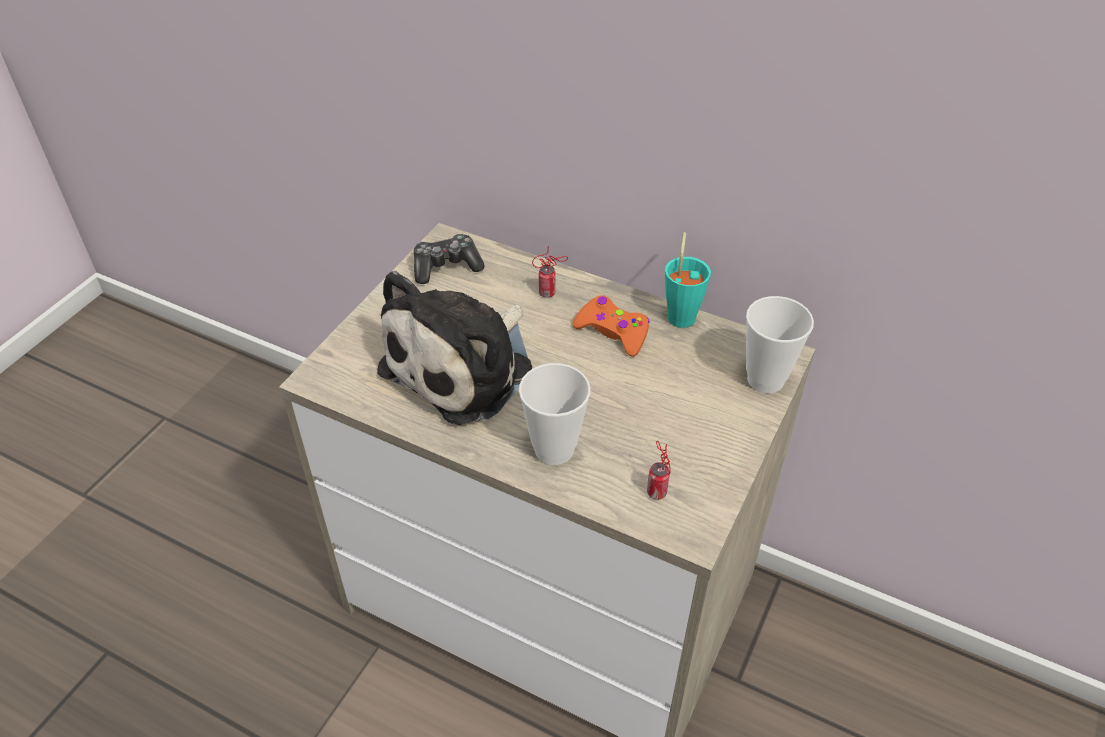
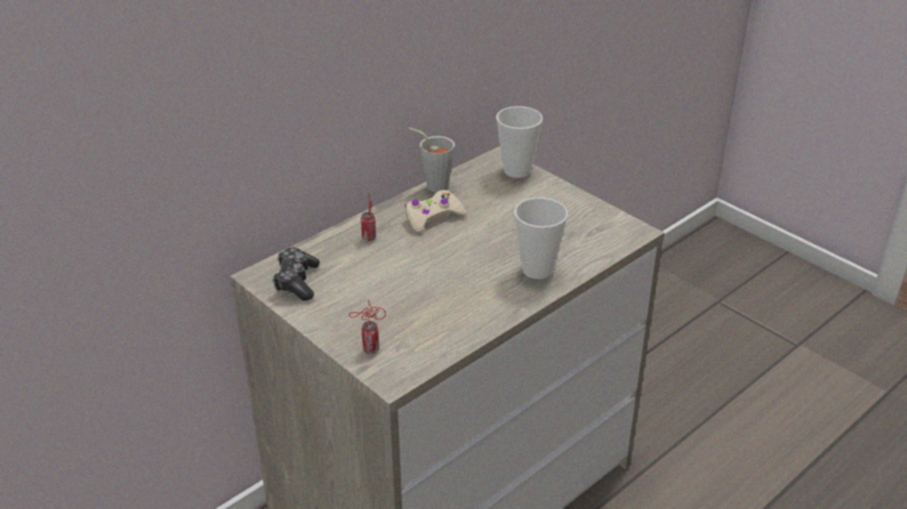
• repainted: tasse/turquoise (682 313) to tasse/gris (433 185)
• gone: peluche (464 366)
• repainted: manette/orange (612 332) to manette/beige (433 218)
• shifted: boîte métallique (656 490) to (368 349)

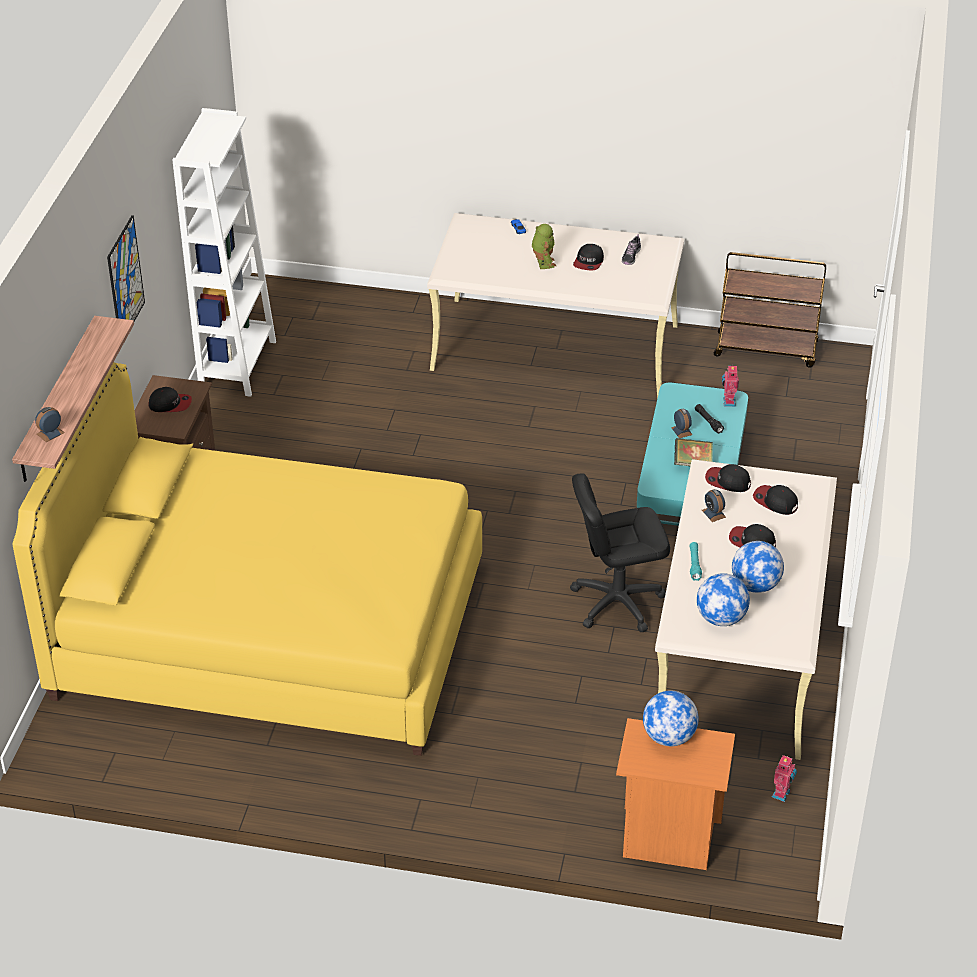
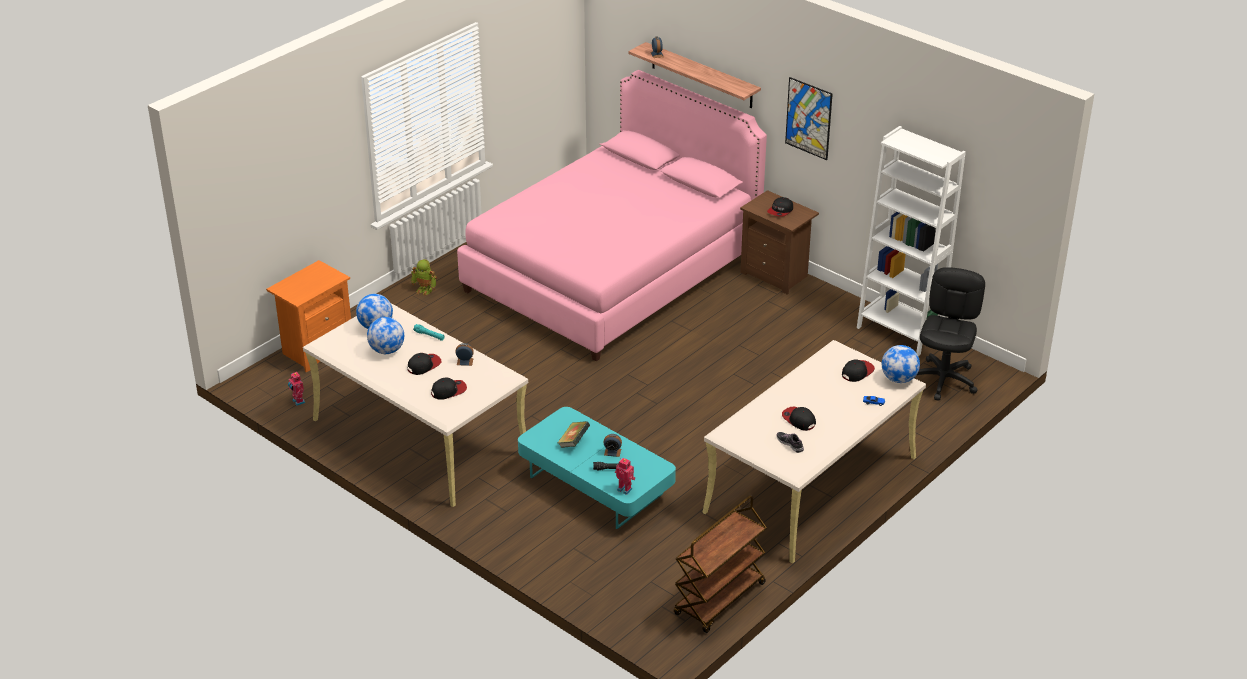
• shifted: robot jouet (543 263) to (425 289)
• repainted: lit/jaune (270 632) to lit/rose (612 272)
• shifted: casquette (727 481) to (857 372)
• shifted: chaise de bureau/noir (617 602) to (943 380)
• shifted: globe (669 737) to (898 379)

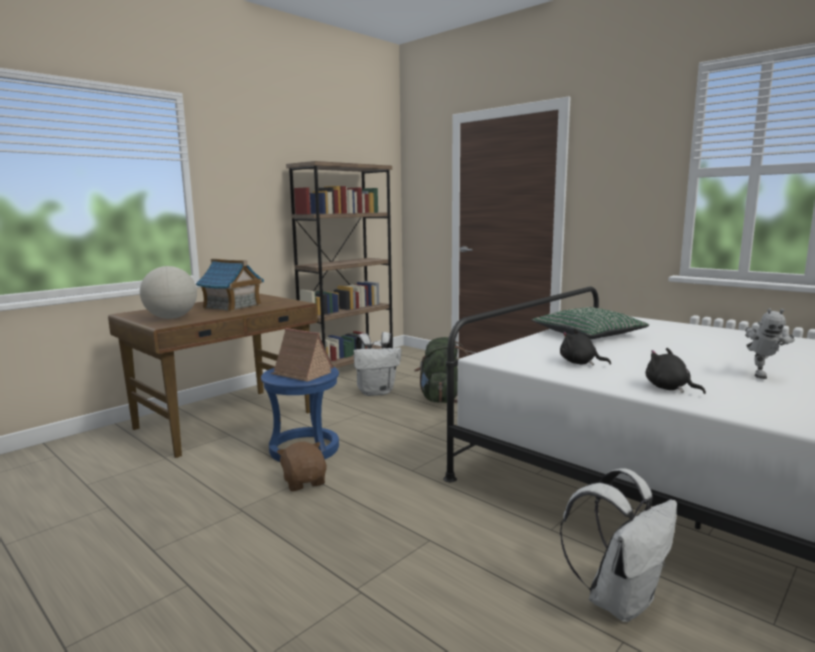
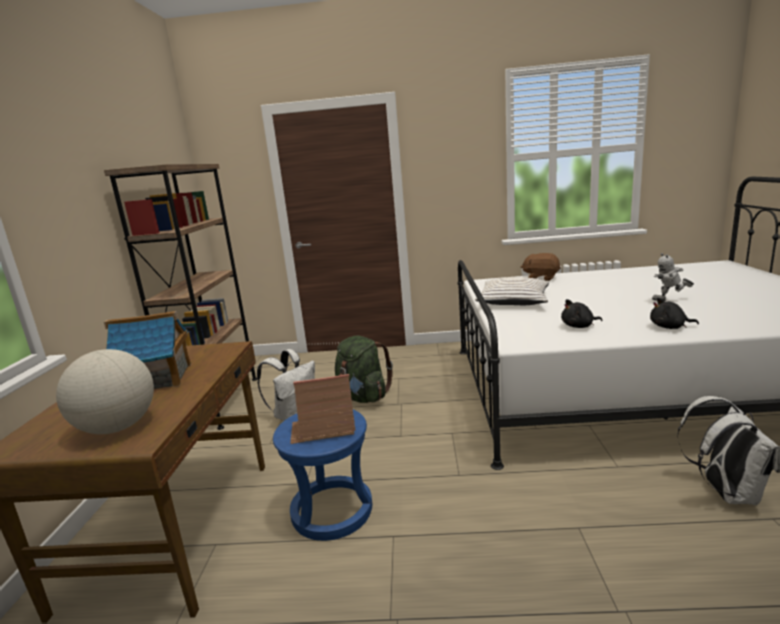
• repainted: coussin/vert (588 334) to coussin/blanc (513 300)
• rotated: robot jouet (760 375) = (670 301) 120 degrees clockwise
• shifted: peluche/marron (304 482) to (541 278)

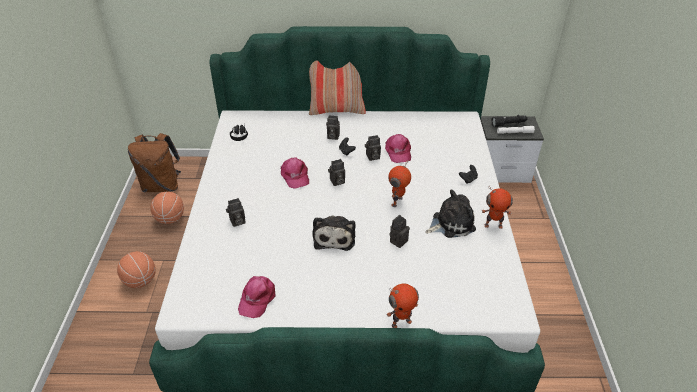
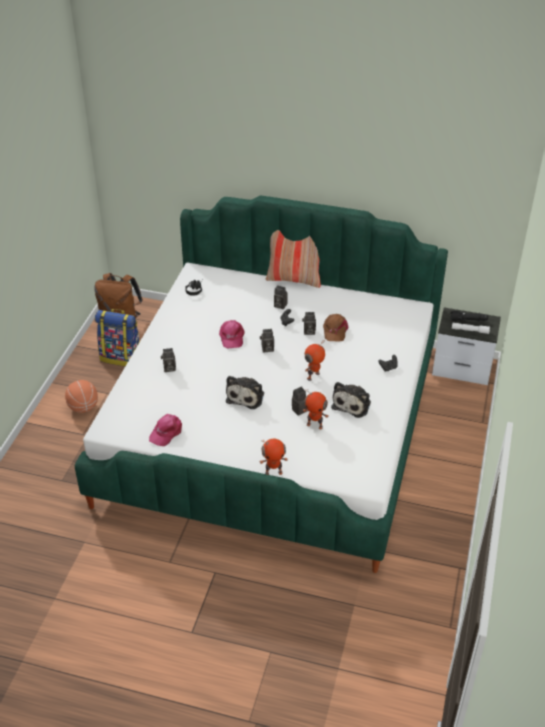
• repainted: casquette/rose (398 152) to casquette/marron (335 330)
• shifted: robot jouet (493 225) to (315 425)
• rotated: peluche (451 223) = (352 403) 120 degrees clockwise
• swapped: ballon de basket (170 218) to sac à dos (121 357)

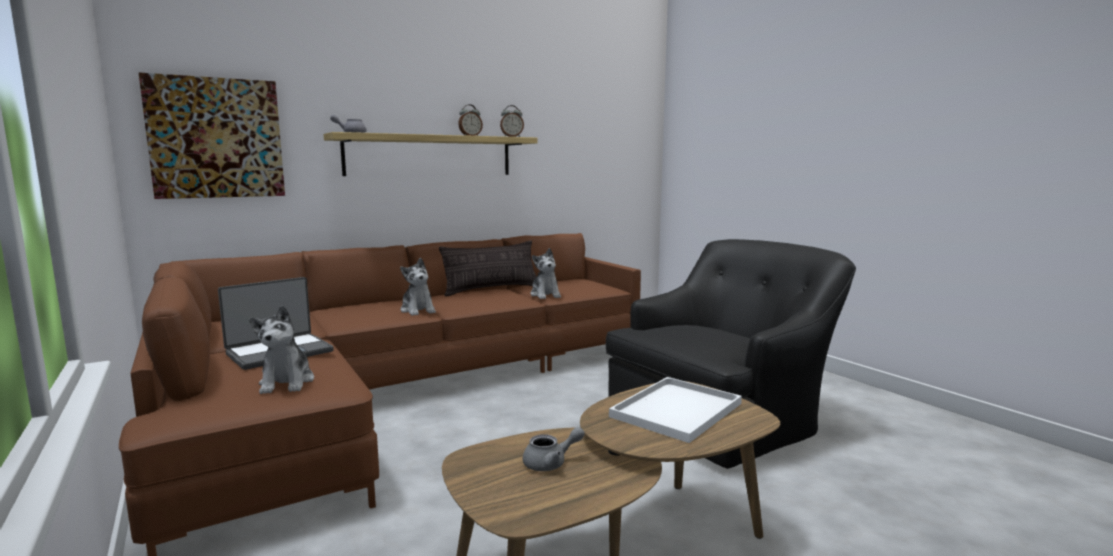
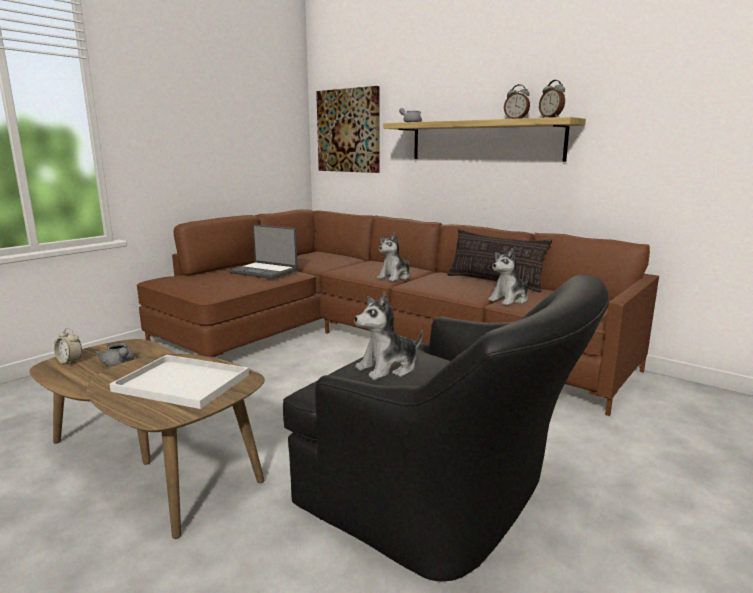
• shifted: peluche (287 382) to (388 368)
• new: réveil (70 362)

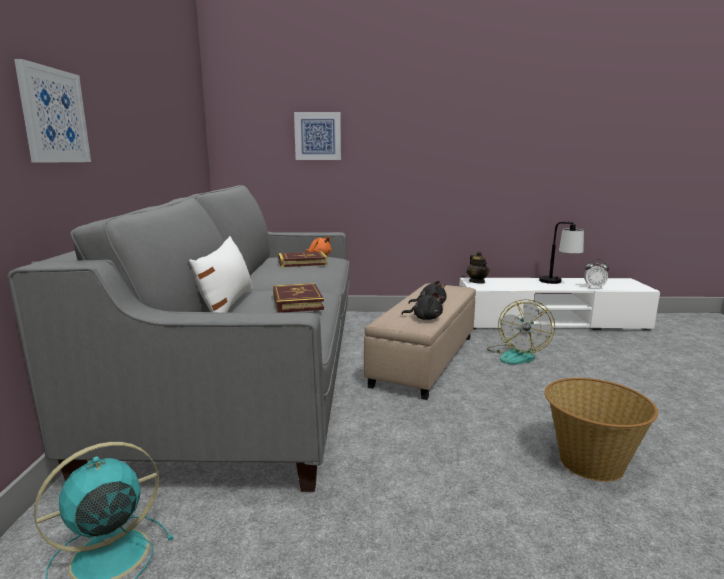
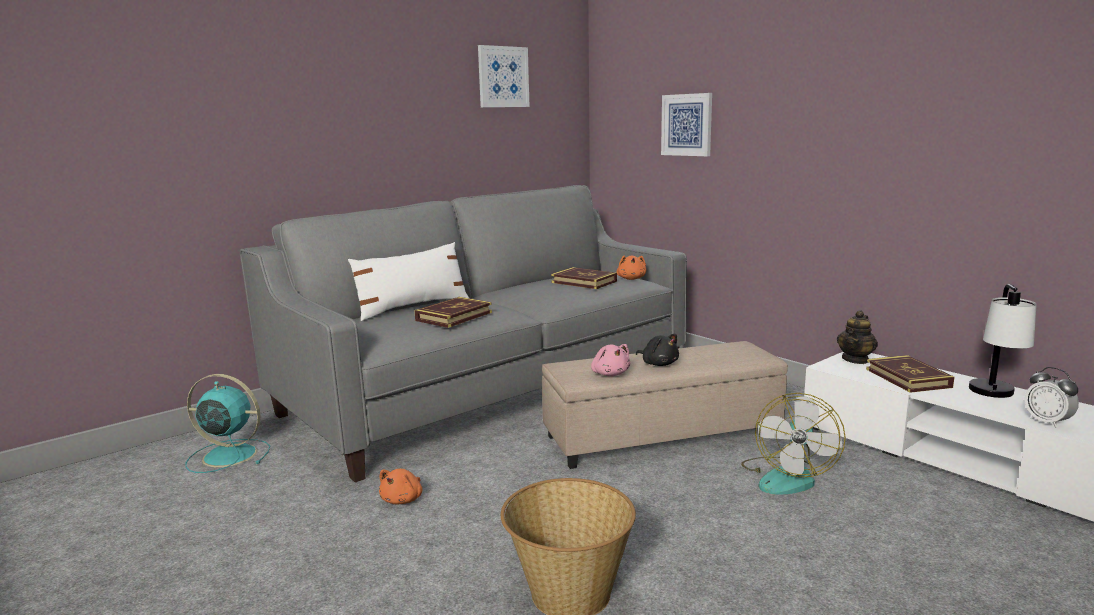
• shifted: tableau (53 116) to (503 77)
• repainted: peluche/noir (425 318) to peluche/rose (610 374)
• rotated: ventilateur (517 355) = (787 476) 45 degrees counterclockwise
• new: livre (907 378)
• new: peluche/orange (403 499)

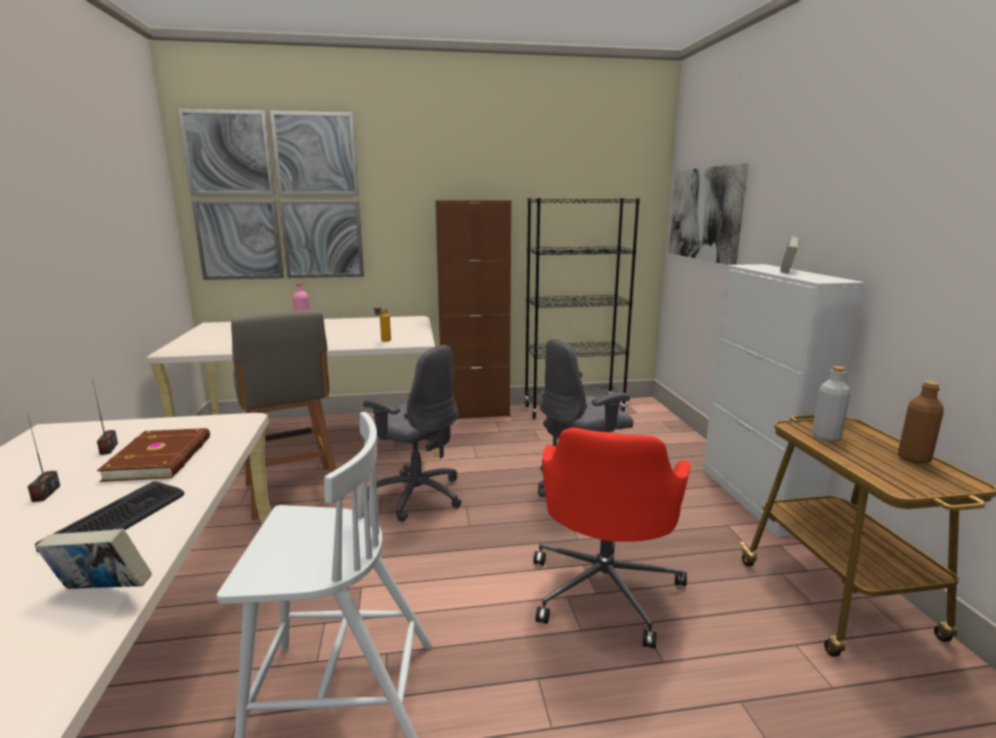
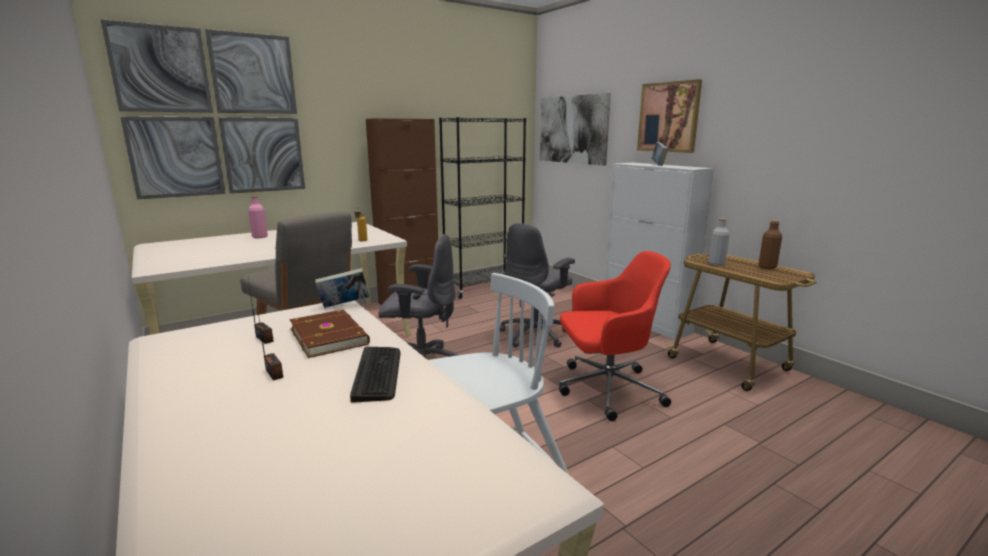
• rotated: chaise de bureau/rouge (605 588) = (606 389) 90 degrees counterclockwise
• shifted: livre (102 592) to (344 306)
• new: tableau (668 117)

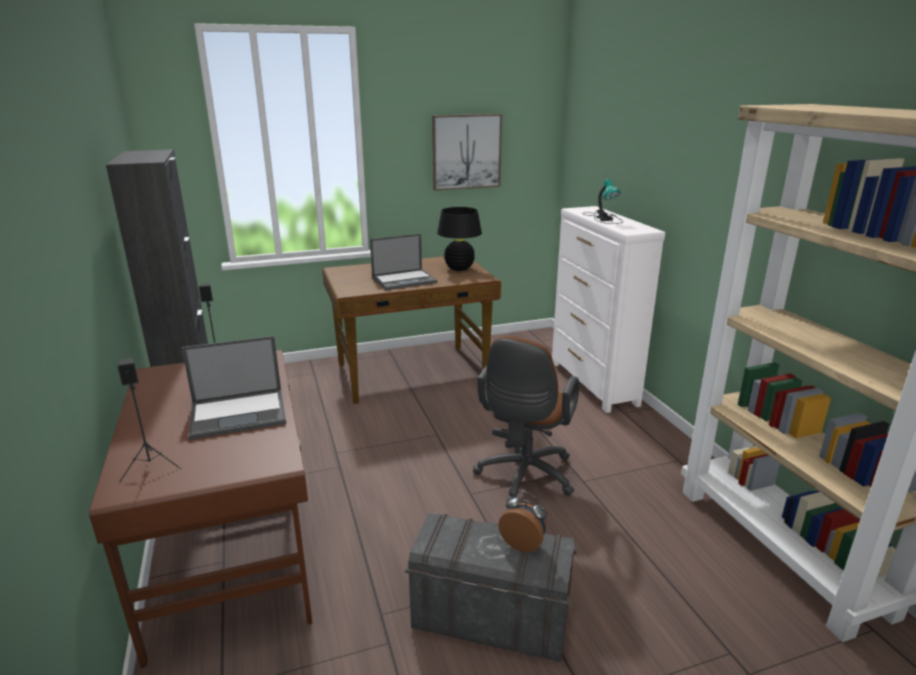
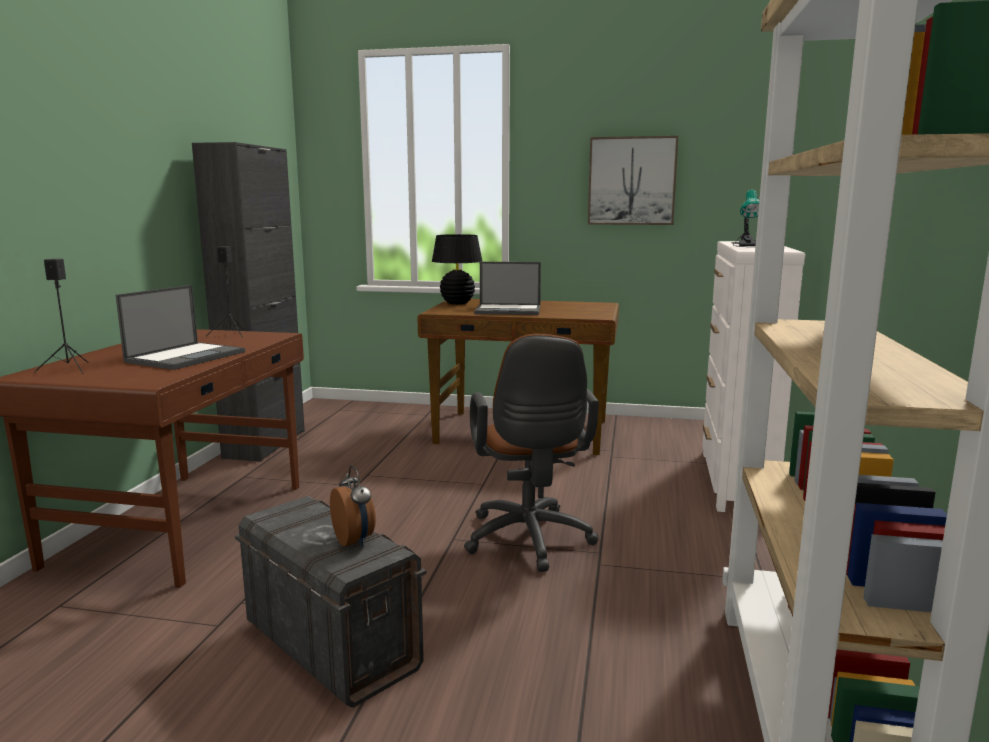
• shifted: lampe de table/noir (459 268) to (457 303)
• rotated: ordinateur portable (240 413) = (187 356) 75 degrees counterclockwise
• rotated: chaise de bureau/marron (523 478) = (529 542) 60 degrees counterclockwise

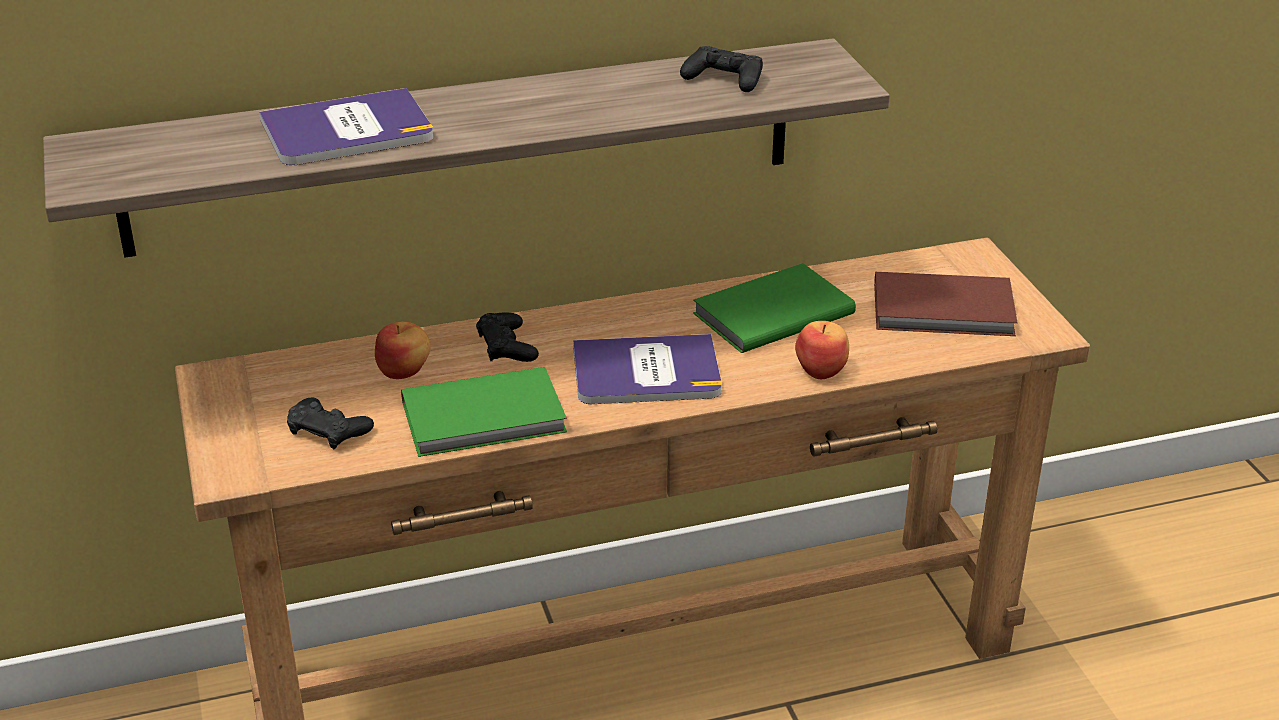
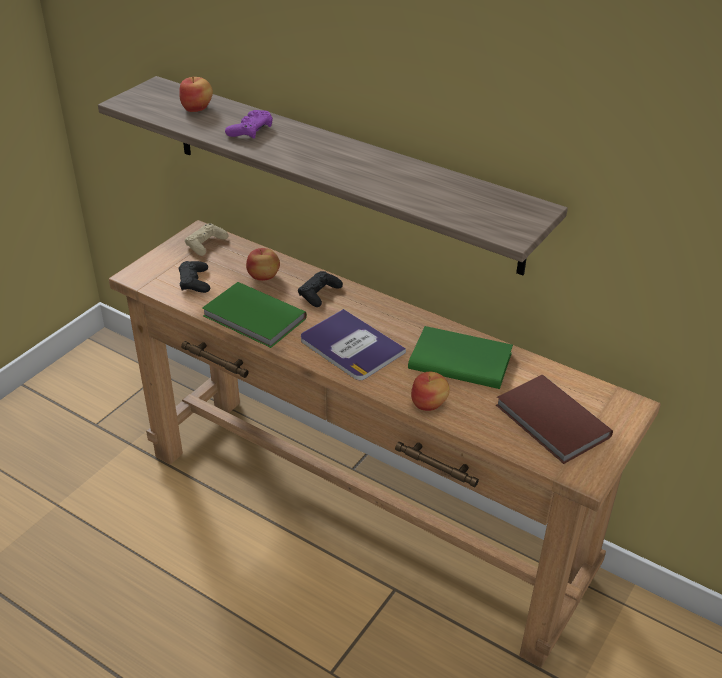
• gone: manette/noir (724 79)
• swapped: livre (347 130) to manette/violet (250 130)
• new: pomme (197 108)
• new: manette/beige (205 244)

